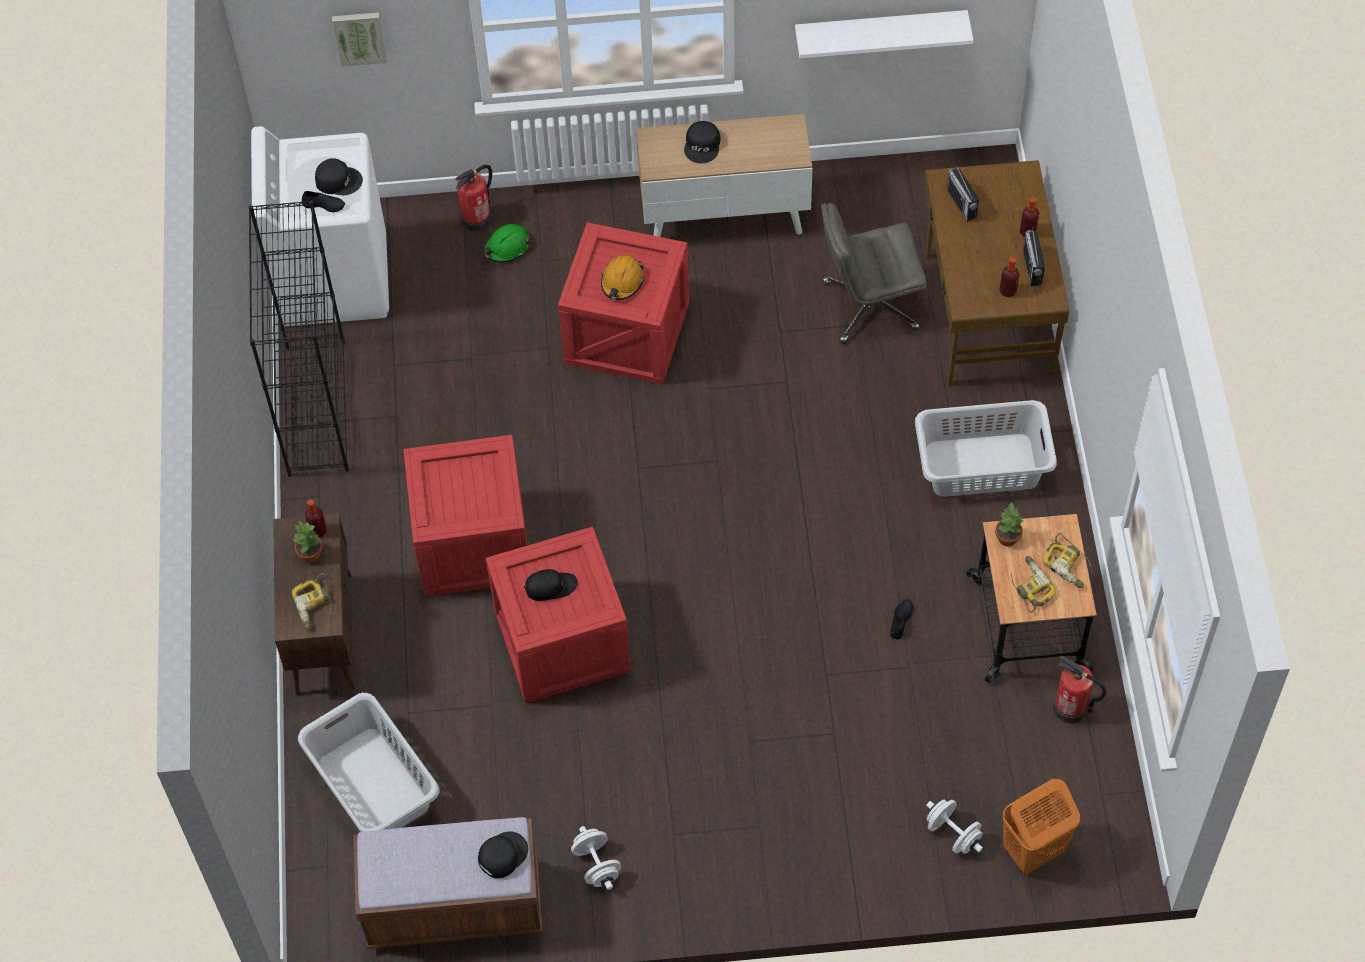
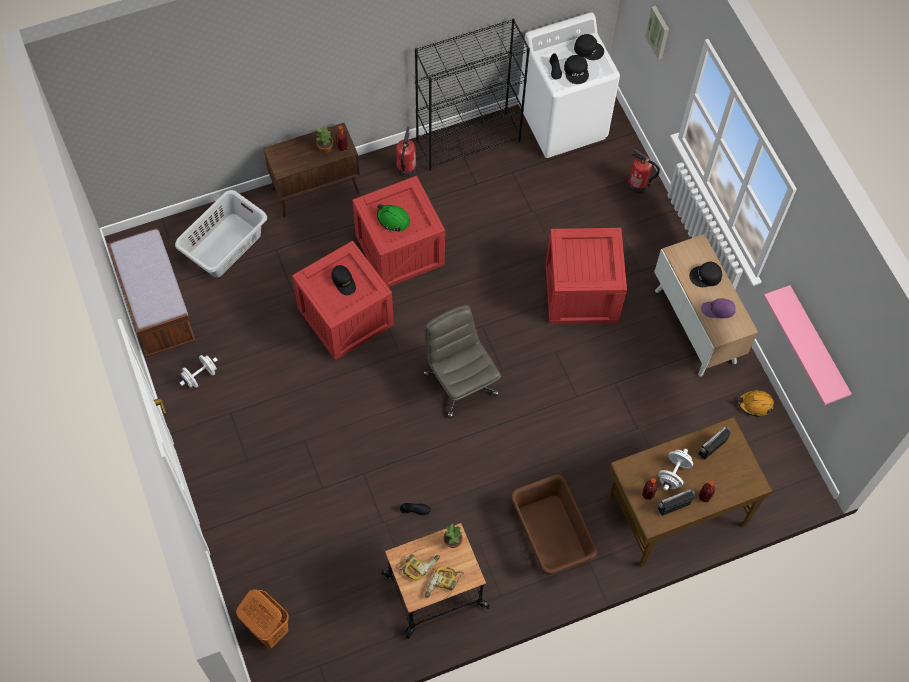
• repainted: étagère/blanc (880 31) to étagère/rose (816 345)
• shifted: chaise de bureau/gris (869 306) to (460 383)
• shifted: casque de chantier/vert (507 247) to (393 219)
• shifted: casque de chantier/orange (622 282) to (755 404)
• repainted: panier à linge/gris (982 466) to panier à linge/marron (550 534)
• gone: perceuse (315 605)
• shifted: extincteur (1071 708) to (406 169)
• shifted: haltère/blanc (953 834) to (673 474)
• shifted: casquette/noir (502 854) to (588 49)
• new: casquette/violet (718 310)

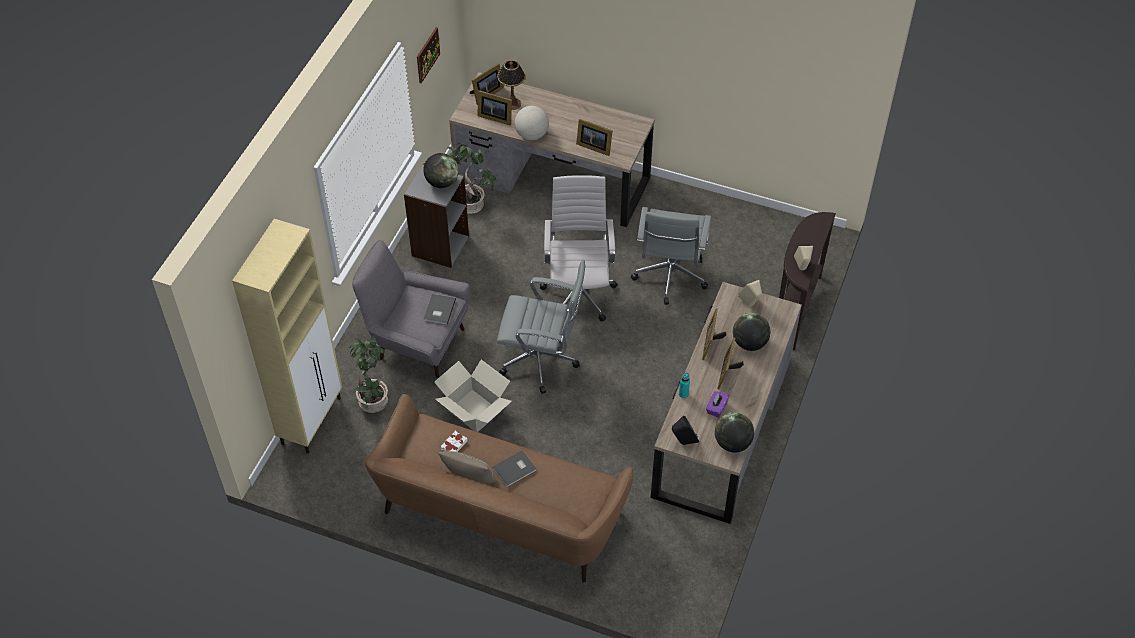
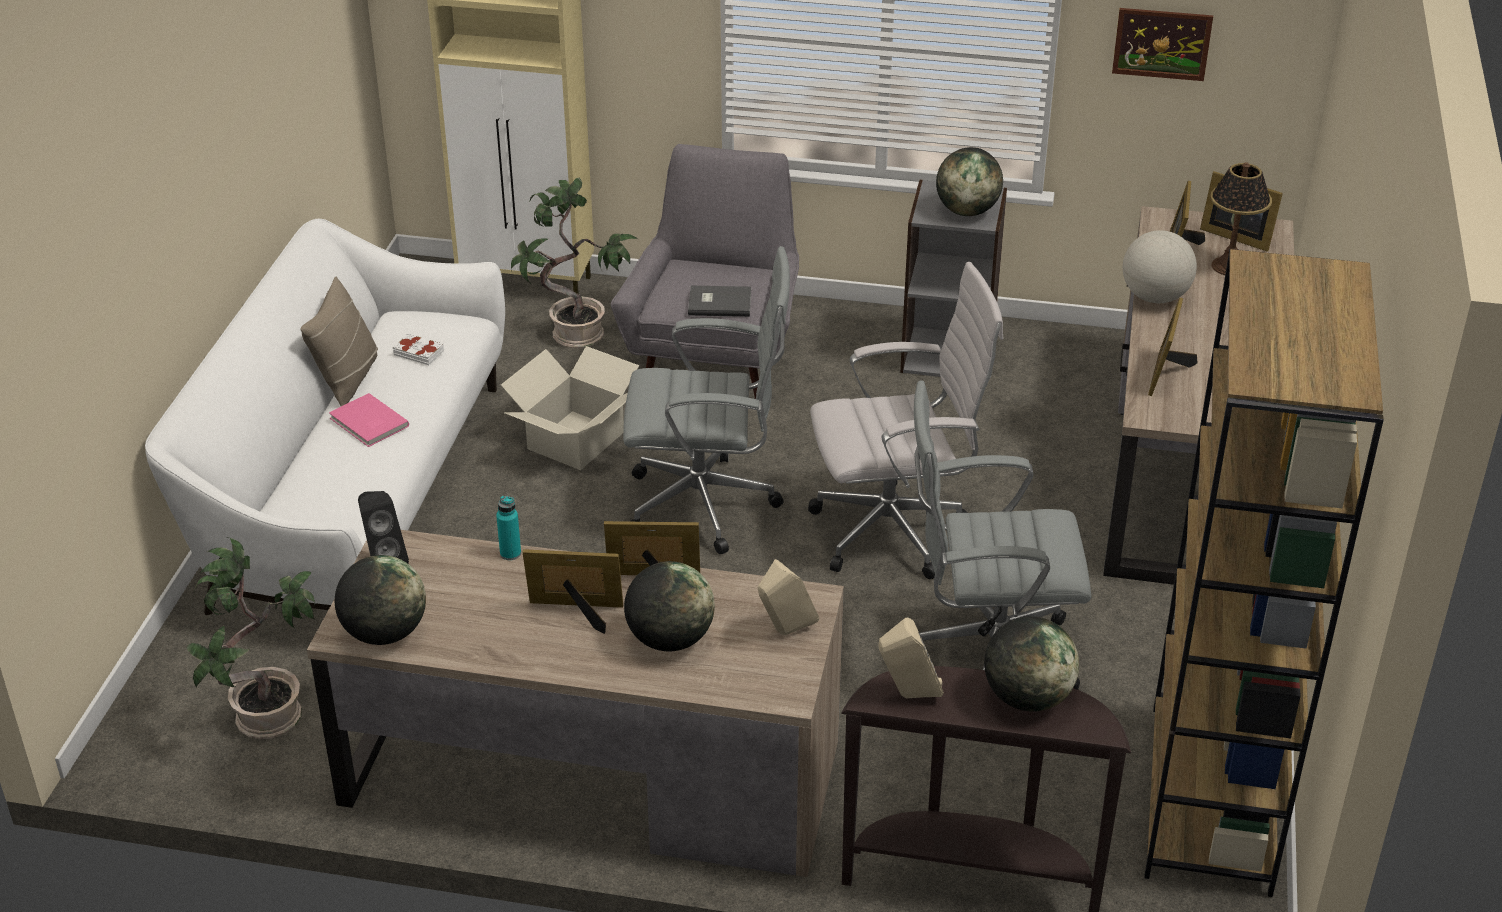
• shifted: plante en pot (472 204) to (269 719)
• rotated: chaise de bureau/gris (542 361) = (708 505) 90 degrees counterclockwise
• gone: boîte à mouchoirs/violet (716 408)
• repainted: canapé/marron (498 513) to canapé/blanc (354 495)
• repainted: livre/gris (515 470) to livre/rose (368 423)
• new: bibliothèque/marron (1211 799)
• new: globe (1027 698)

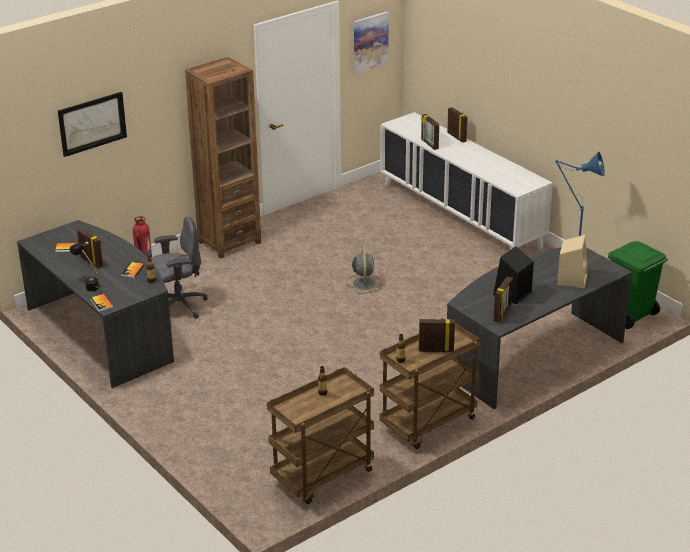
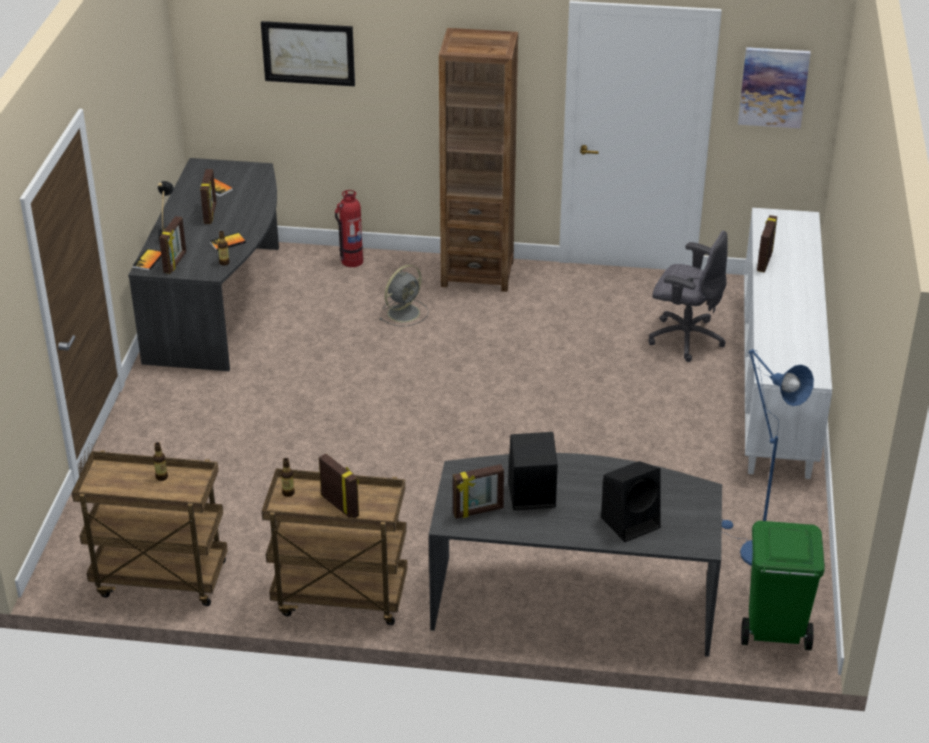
• shifted: cadre photo (457 137) to (175 263)
• shifted: chaise de bureau/gris (178 306) to (685 338)
• repainted: enceinte/beige (572 279) to enceinte/noir (631 521)
• shifted: ventilateur/gris (364 283) to (404 312)

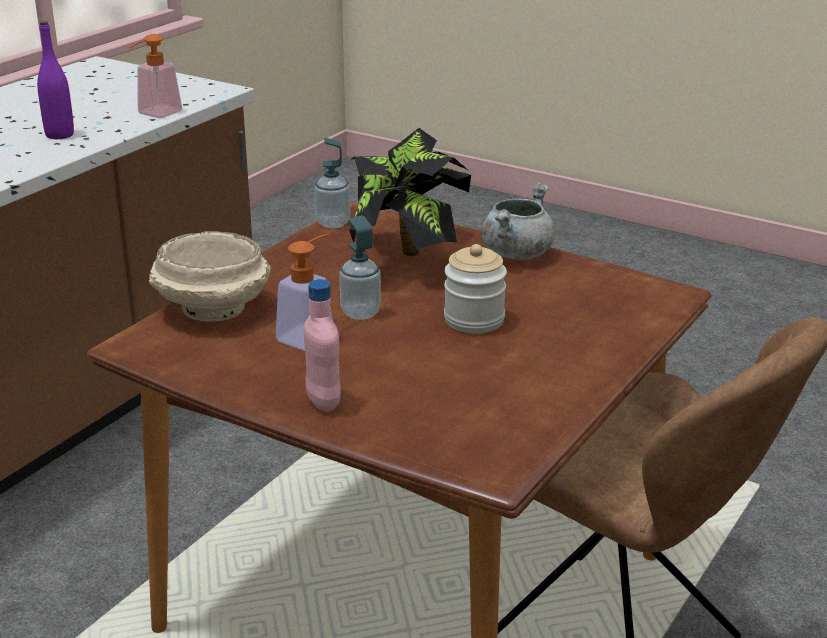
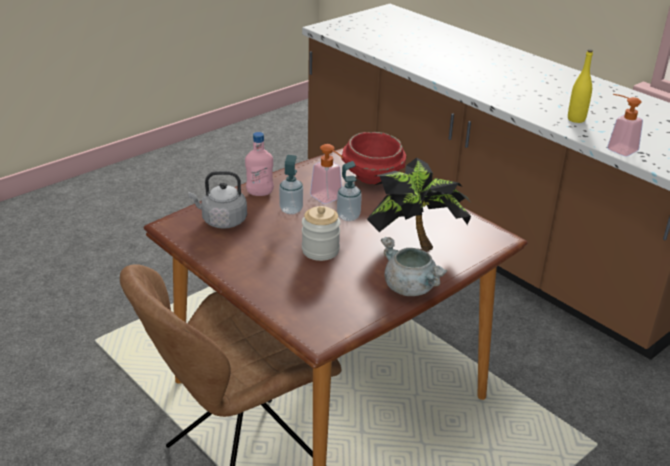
• repainted: bouteille/violet (59 135) to bouteille/jaune (576 119)
• shifted: distributeur de savon (333 223) to (291 210)
• repainted: bol/beige (211 310) to bol/rouge (373 176)
• new: bouilloire/gris (221 221)

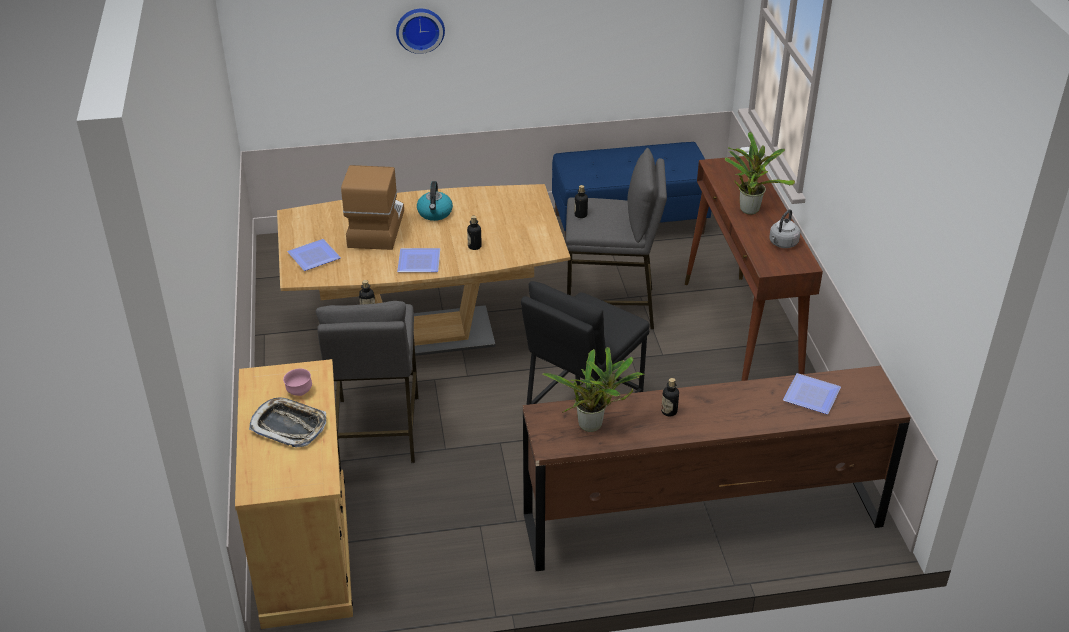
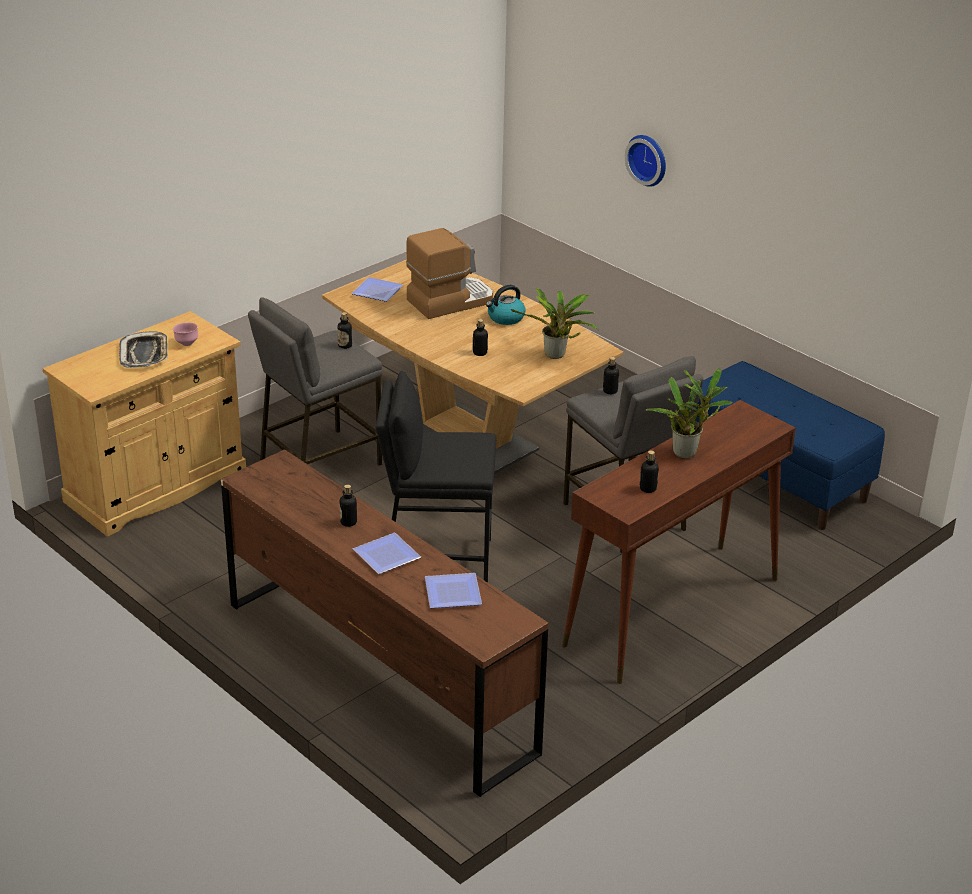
• swapped: bouilloire/gris (782 244) to bouteille (648 488)
• shifted: assiette (417 263) to (384 555)
• shifted: plante en pot (594 426) to (556 356)

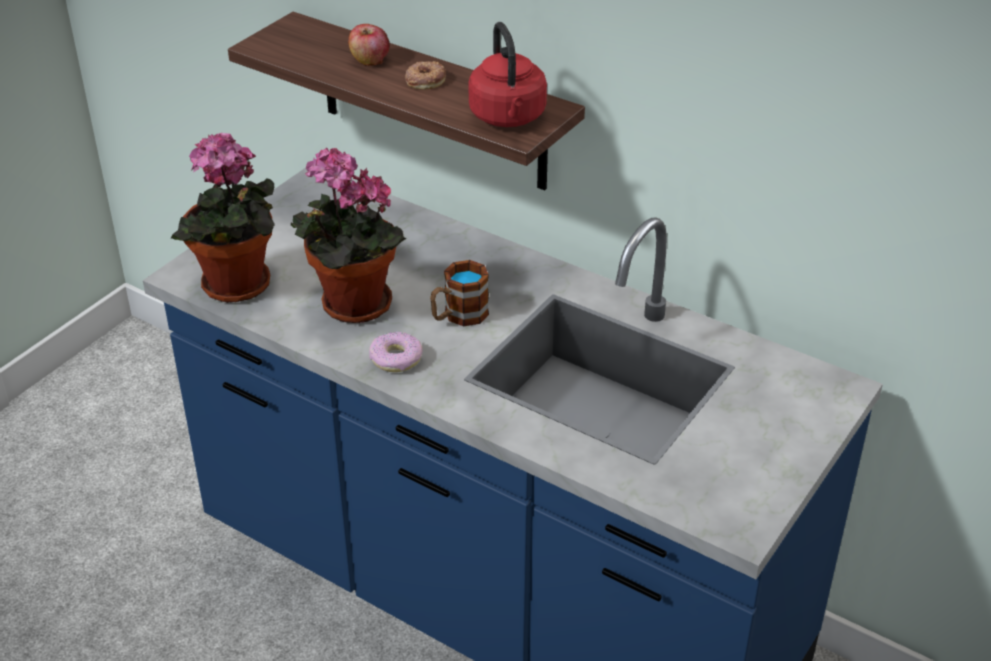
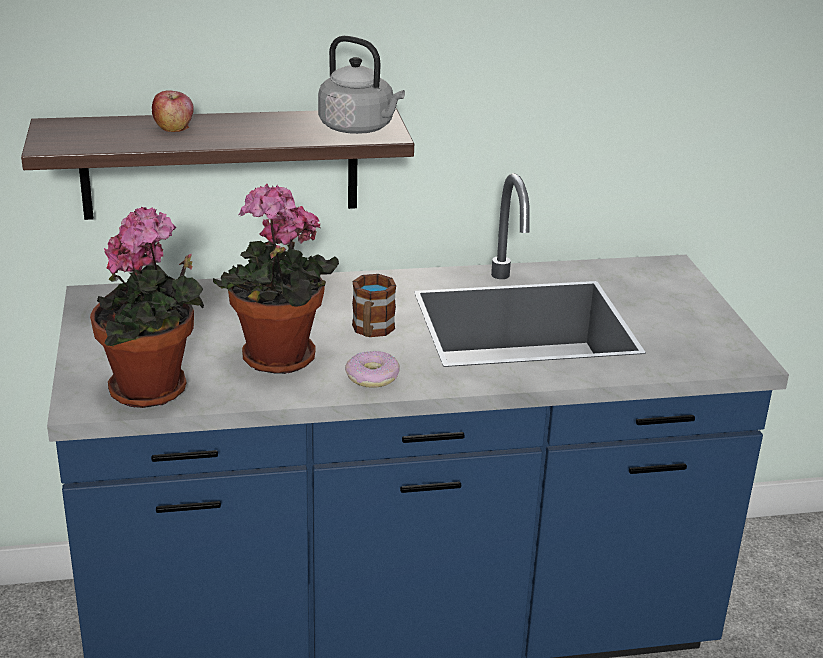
• repainted: bouilloire/rouge (508 118) to bouilloire/gris (359 128)
• gone: beignet (425 80)

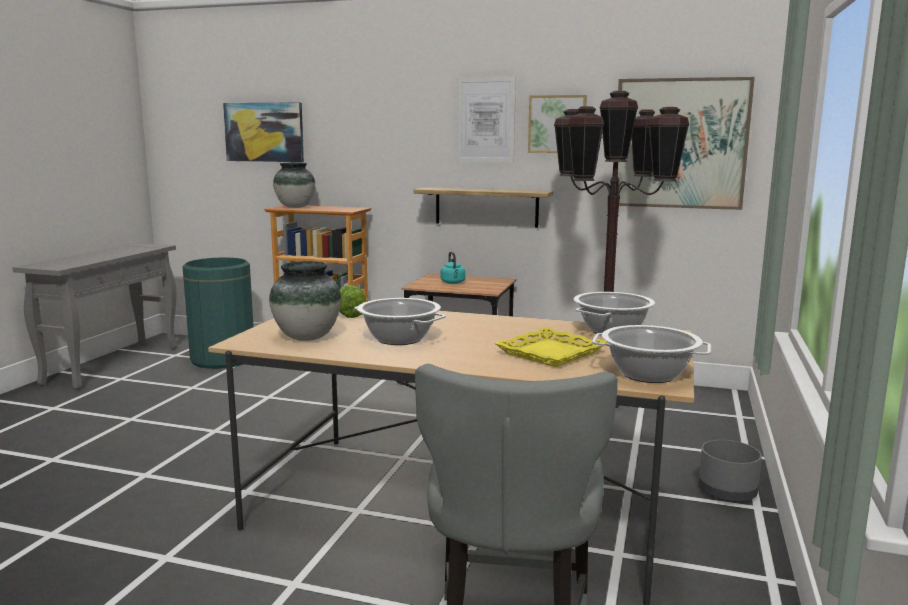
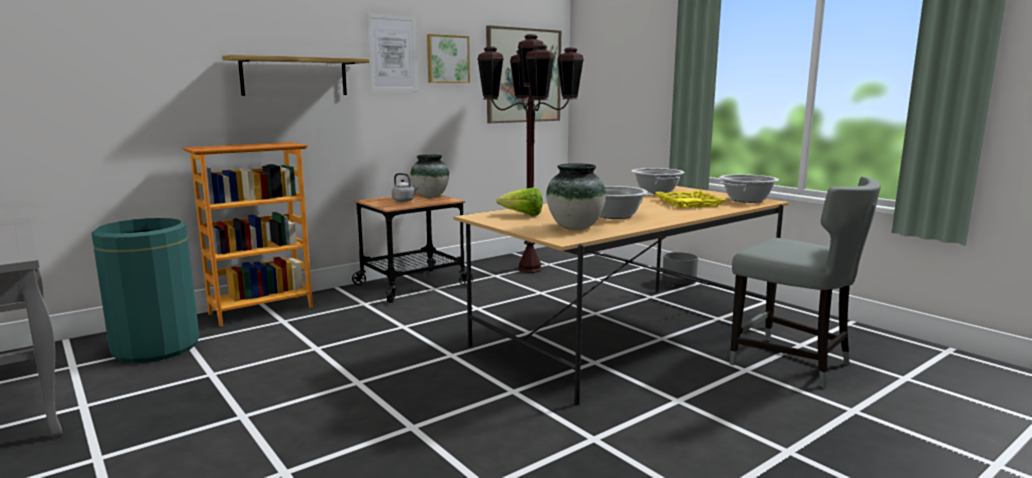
• gone: tableau (264 132)
• shifted: vase (295 207) to (430 196)
• shifted: étagère (486 207) to (295 76)
• repainted: bouilloire/turquoise (453 283) to bouilloire/gris (404 201)

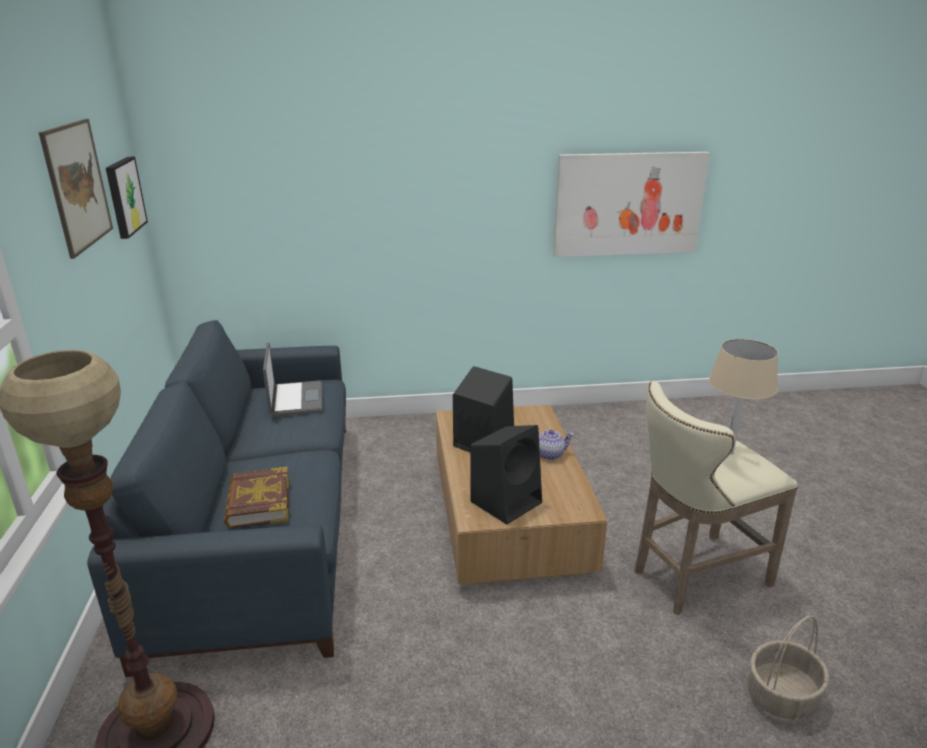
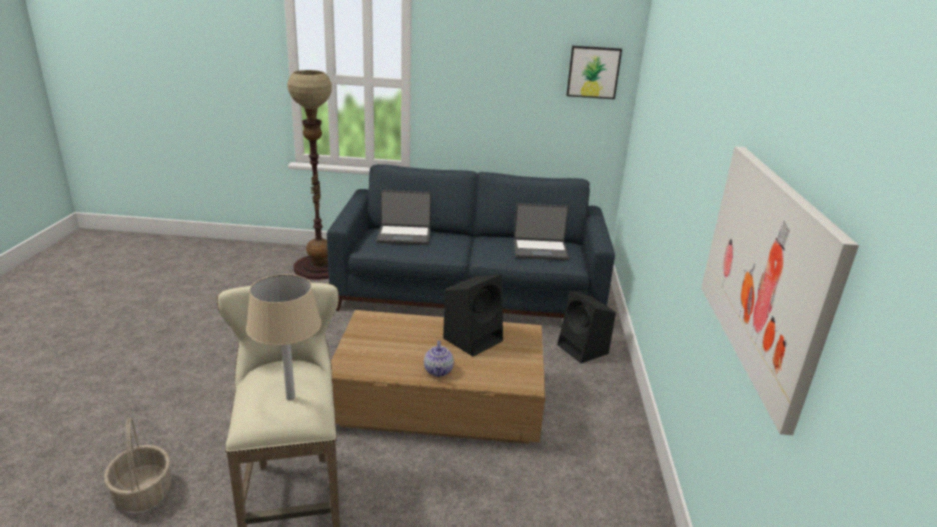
• gone: tableau (78 186)
• shifted: enceinte/noir (507 501) to (584 350)
• swapped: livre (258 503) to ordinateur portable (404 236)

